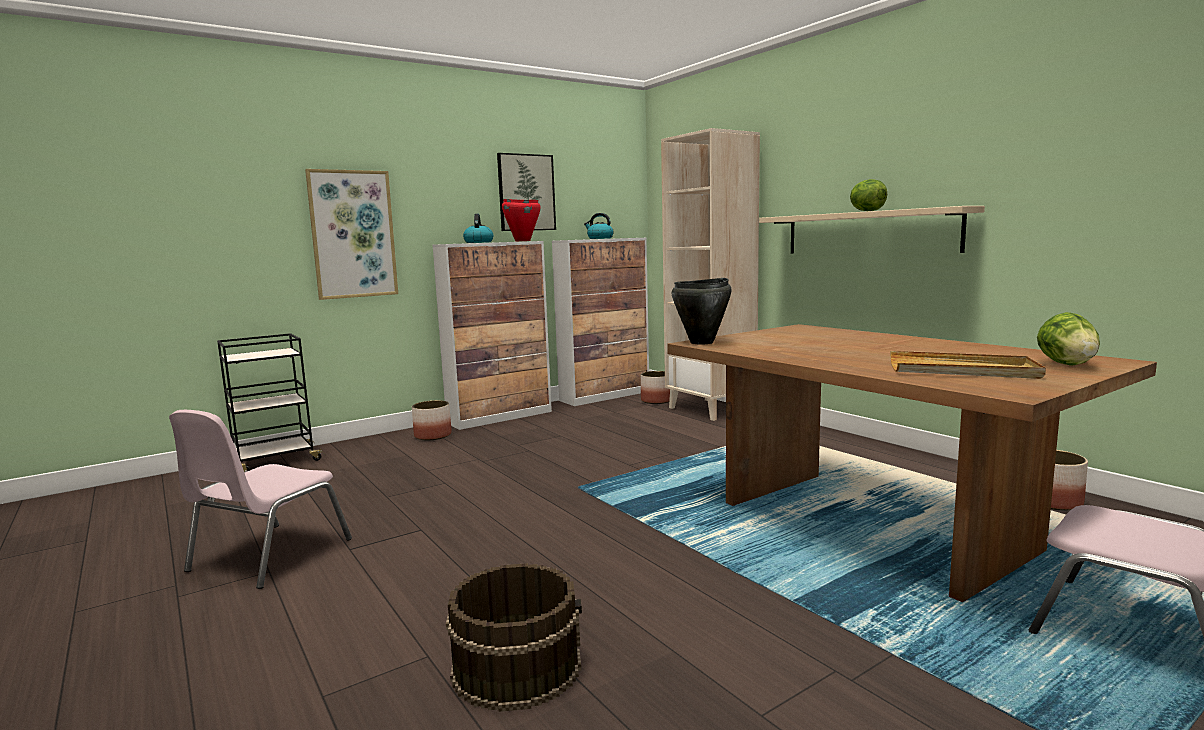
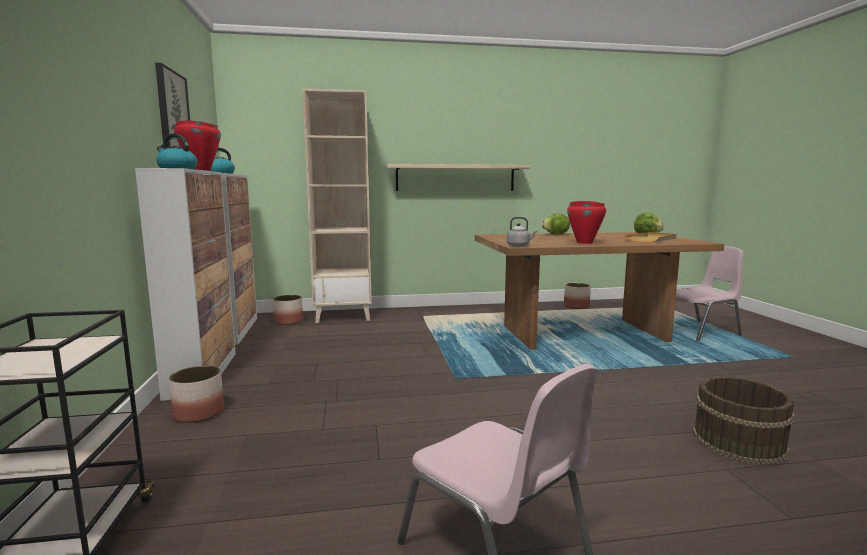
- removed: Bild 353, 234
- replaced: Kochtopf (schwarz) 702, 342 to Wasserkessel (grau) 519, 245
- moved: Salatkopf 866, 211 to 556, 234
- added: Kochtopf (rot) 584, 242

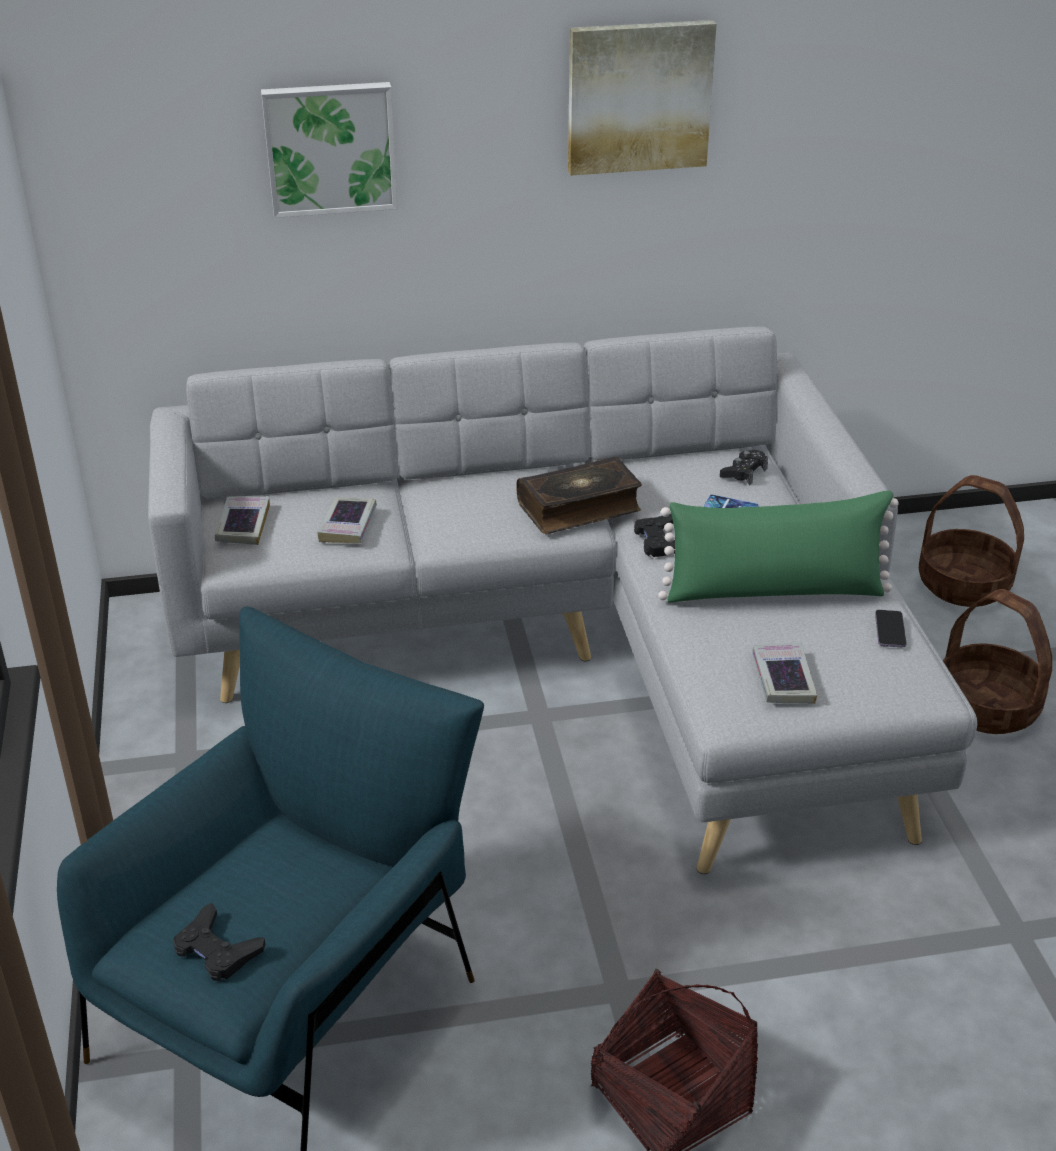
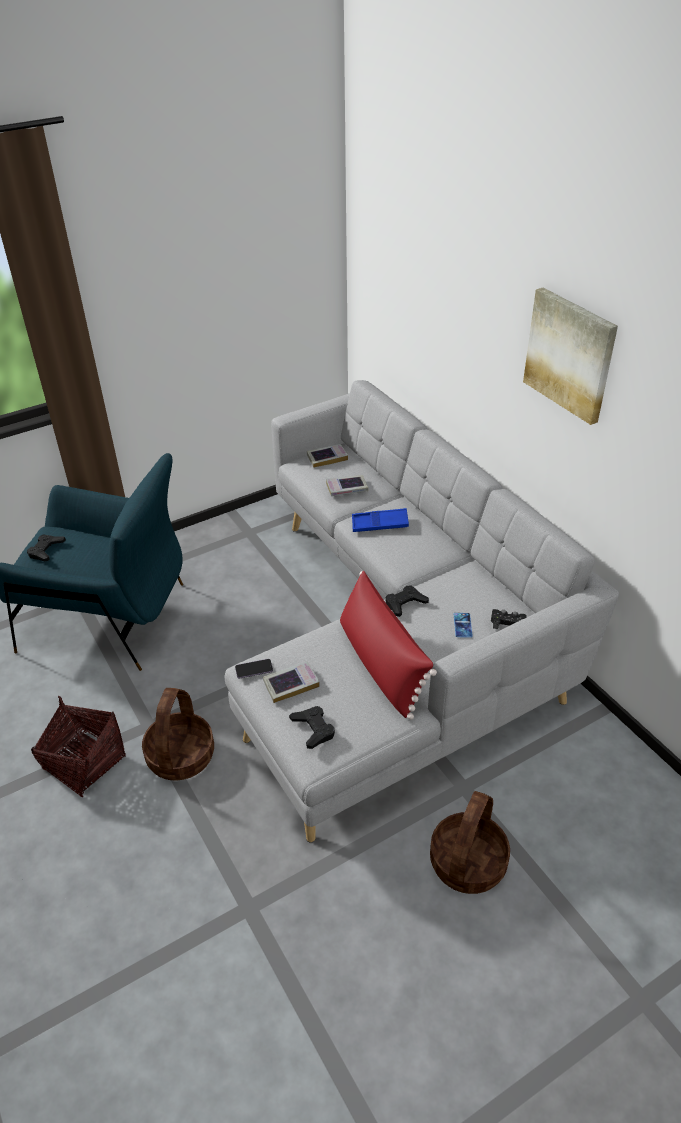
- removed: Bild 330, 148
- removed: Buch 579, 507
- recoloured: Kissen (grün) 774, 591 to Kissen (rot) 381, 664
- moved: Handy 890, 630 to 254, 669
- moved: Korb 964, 584 to 181, 756
- added: Gamepad (schwarz) 313, 729
- added: Tablett (blau) 380, 524

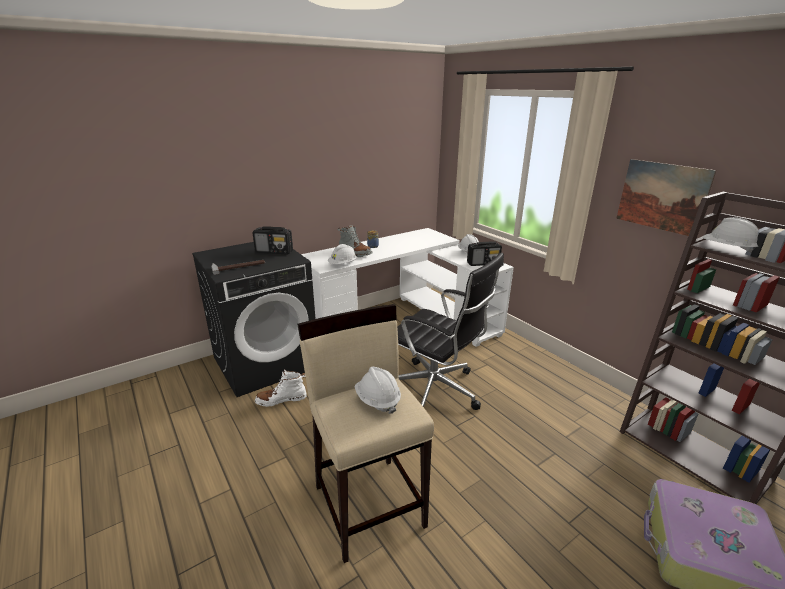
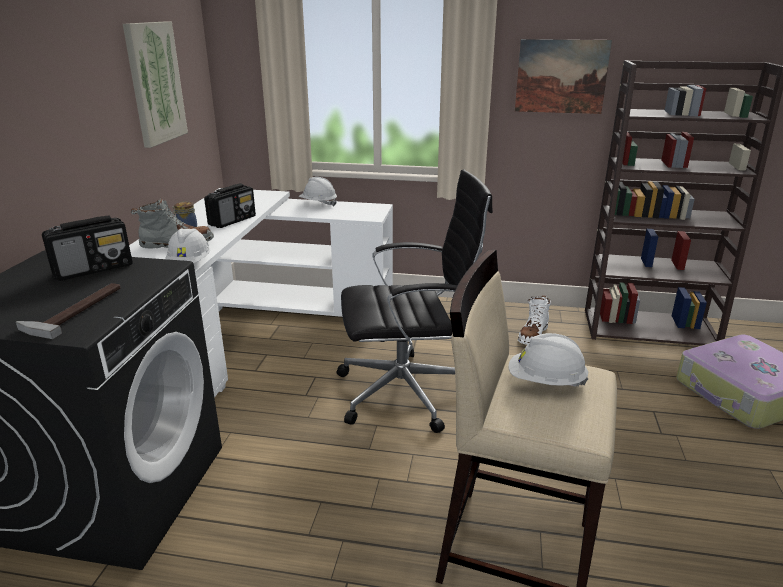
- moved: Stiefel (weiß) 281, 399 to 533, 335
- moved: Radio 483, 263 to 232, 220
- removed: Schutzhelm (weiß) 727, 249
- added: Bild 155, 83

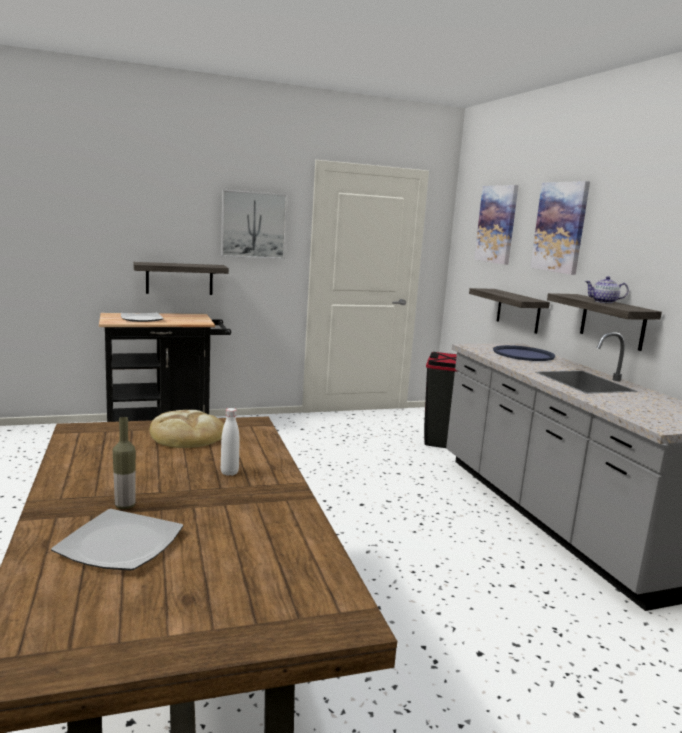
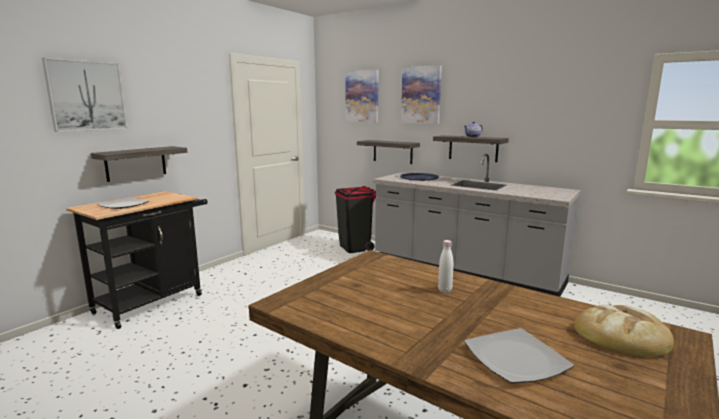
- removed: Flasche 125, 506
- moved: Brot 186, 435 to 622, 335
- moved: Bild 253, 225 to 86, 96

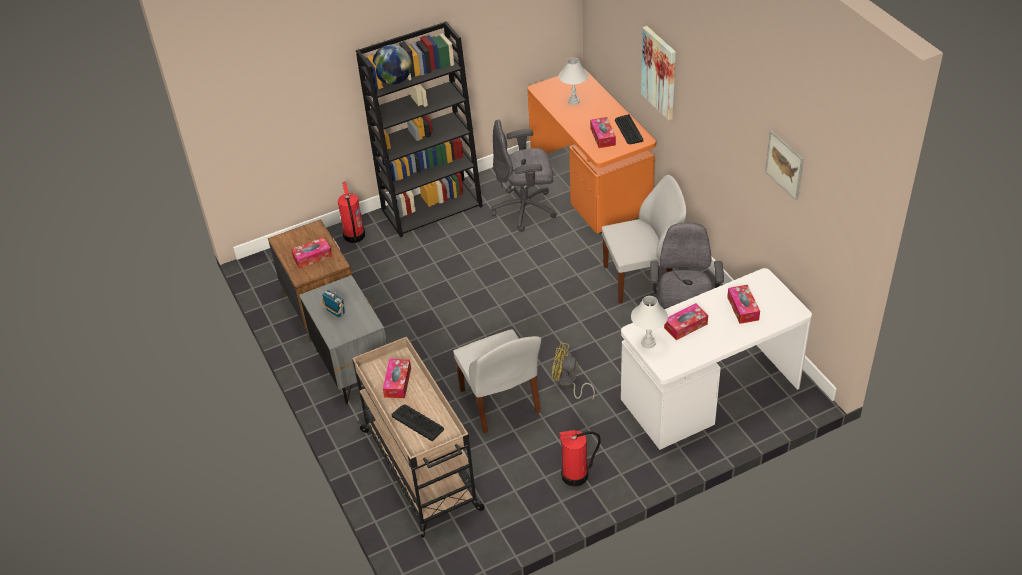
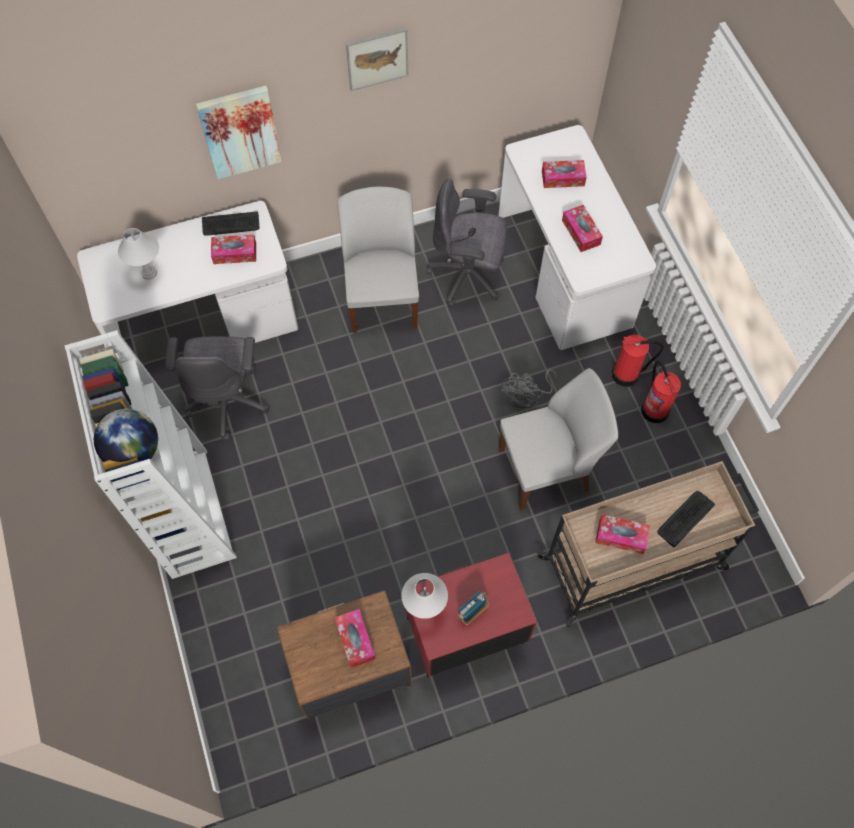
- recoloured: Nachttisch (grau) 353, 368 to Nachttisch (rot) 465, 632
- moved: Feuerlöscher 354, 236 to 626, 374
- recoloured: Bücherregal (schwarz) 432, 207 to Bücherregal (weiß) 188, 512
- recoloured: Schreibtisch (orange) 591, 185 to Schreibtisch (weiß) 205, 322
- recoloured: Ventilator (gelb) 568, 383 to Ventilator (grau) 527, 397
- moved: Tischlampe (weiß) 648, 343 to 425, 608
- moved: Bild 785, 164 to 377, 59

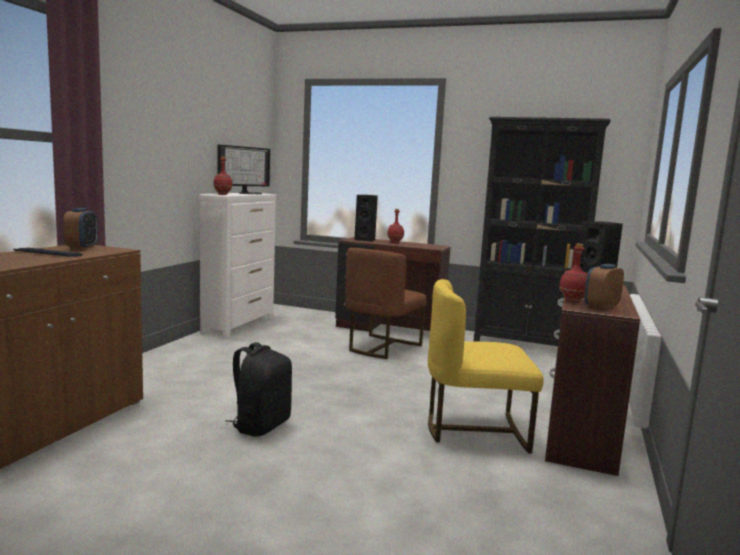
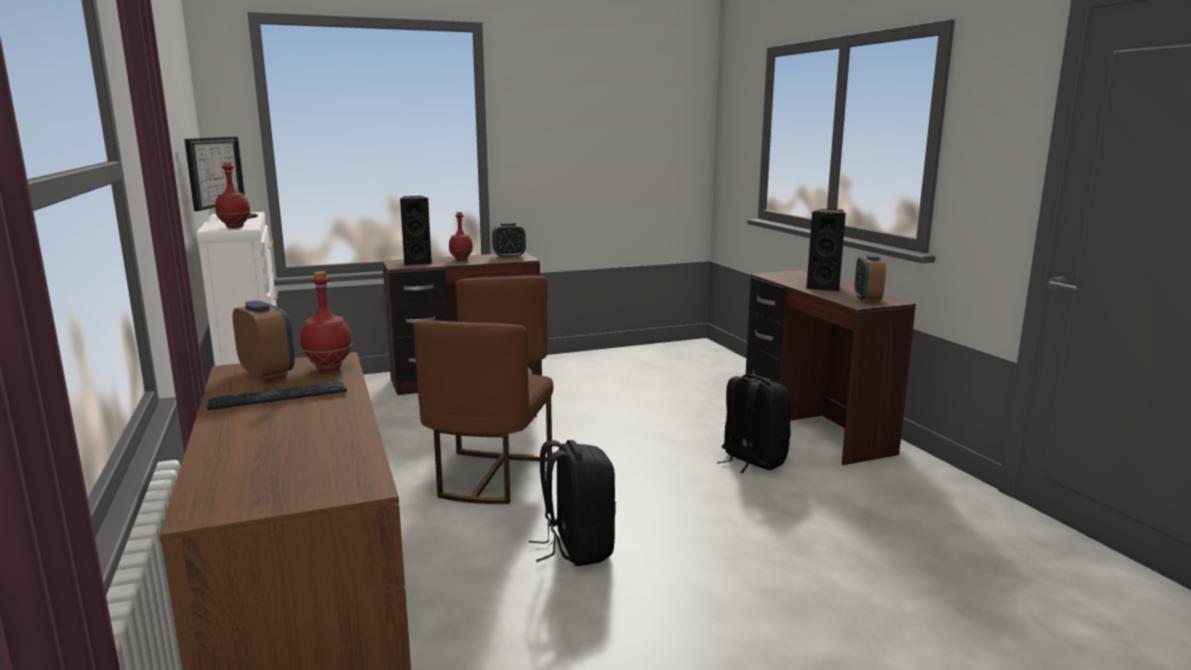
- replaced: Stuhl (gelb) 475, 430 to Rucksack (schwarz) 752, 460
- removed: Bücherregal (schwarz) 526, 345
- moved: Flasche (rot) 573, 302 to 329, 368
- added: Stuhl (braun) 489, 477
- added: Wecker 509, 256

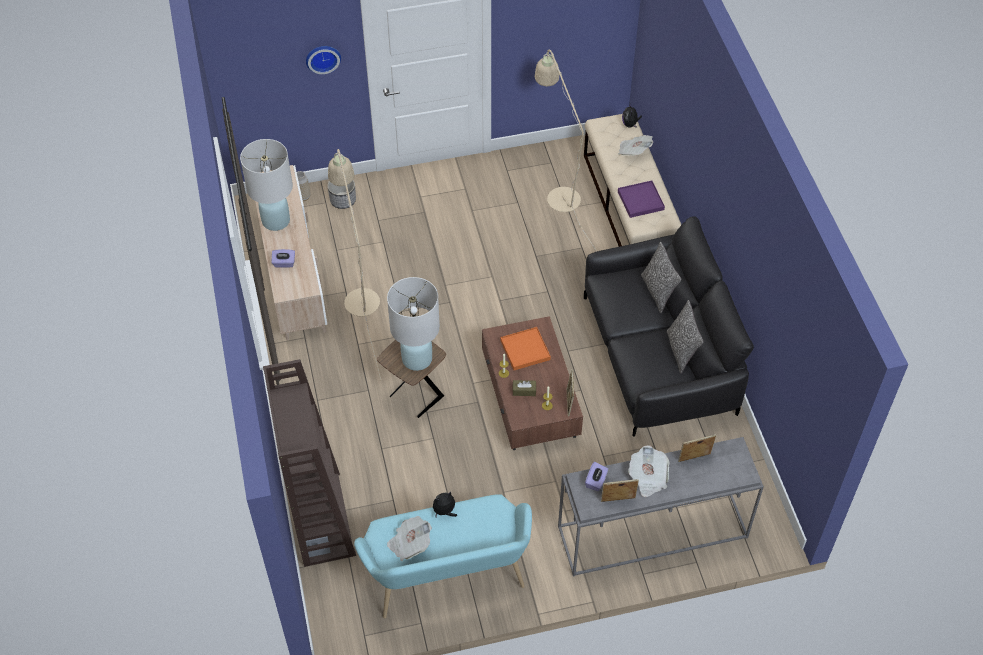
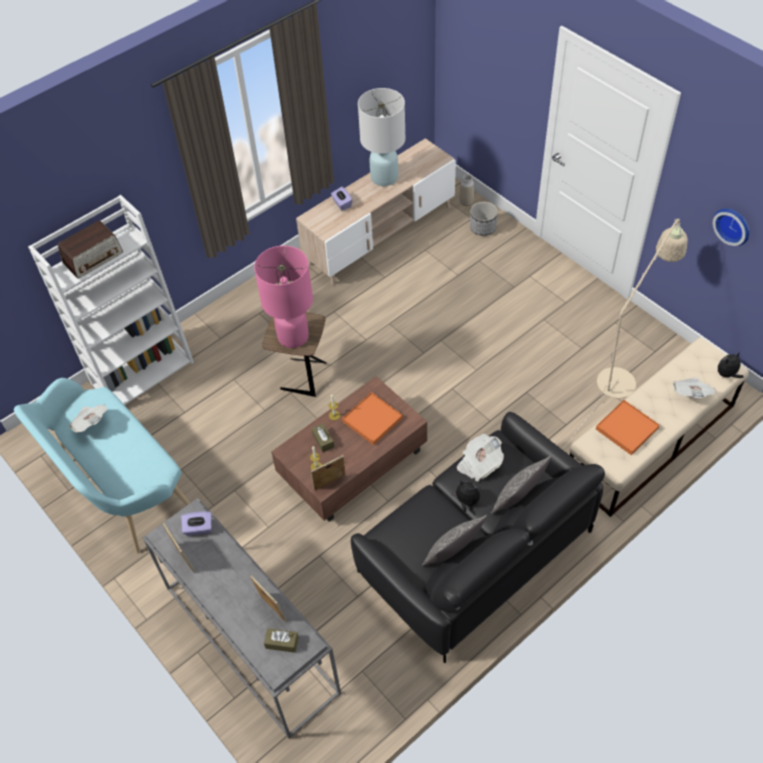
- recoloured: Bücherregal (braun) 320, 517 to Bücherregal (weiß) 142, 371
- moved: Wanduhr 322, 57 to 733, 225
- removed: Stehlampe (beige) 359, 294
- recoloured: Tischlampe (weiß) 417, 359 to Tischlampe (rosa) 293, 337
- moved: Plüschtier 445, 511 to 466, 501
- recoloured: Tablett (lila) 640, 200 to Tablett (orange) 627, 429
- moved: Zeitung 648, 478 to 479, 464
- added: Radio 93, 258
- added: Taschentuchbox (braun) 282, 643

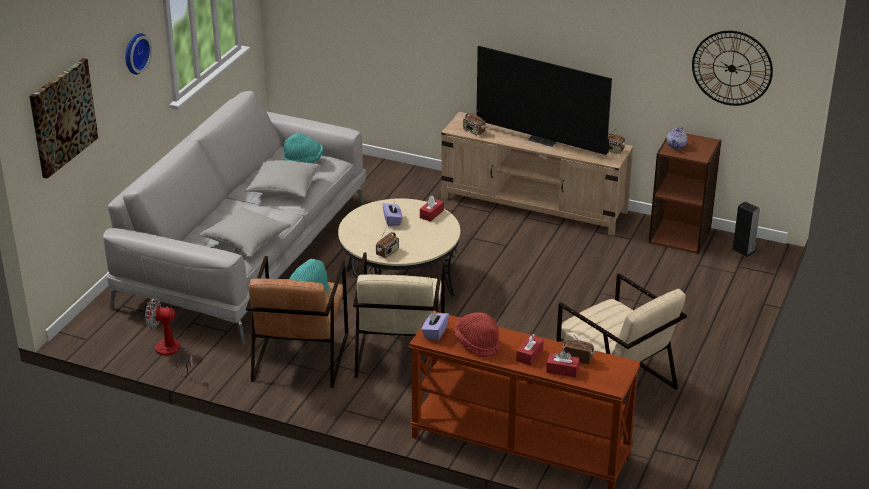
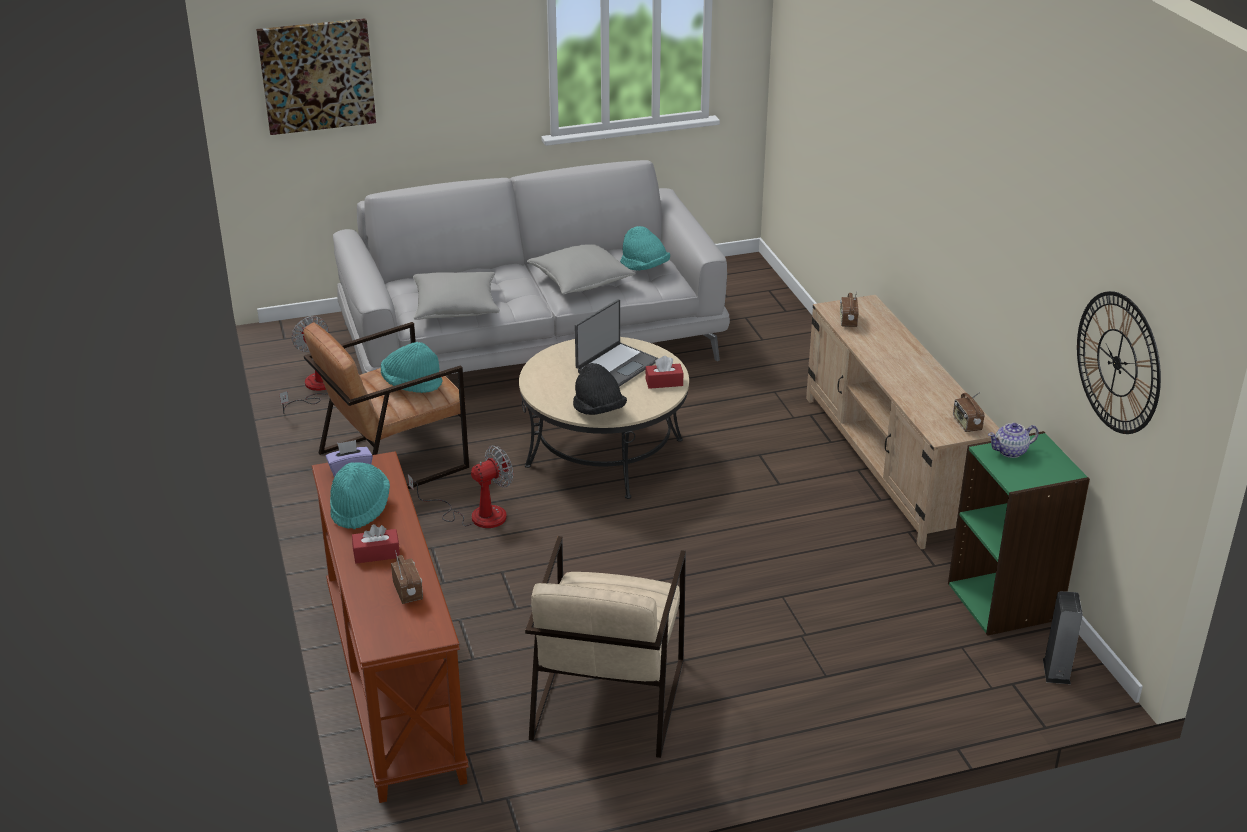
- removed: Wanduhr 135, 53
- replaced: Sessel (beige) 399, 352 to Ventilator 476, 515
- removed: Radio 387, 253
- replaced: Taschentuchbox (lila) 392, 220 to Laptop 616, 366
- recoloured: Hut (rot) 477, 344 to Hut (türkis) 360, 508
- removed: Fernseher 544, 139
- removed: Taschentuchbox (rot) 562, 370
- recoloured: Bücherregal (braun) 680, 235 to Bücherregal (grün) 1005, 601
- added: Hut (schwarz) 598, 410

